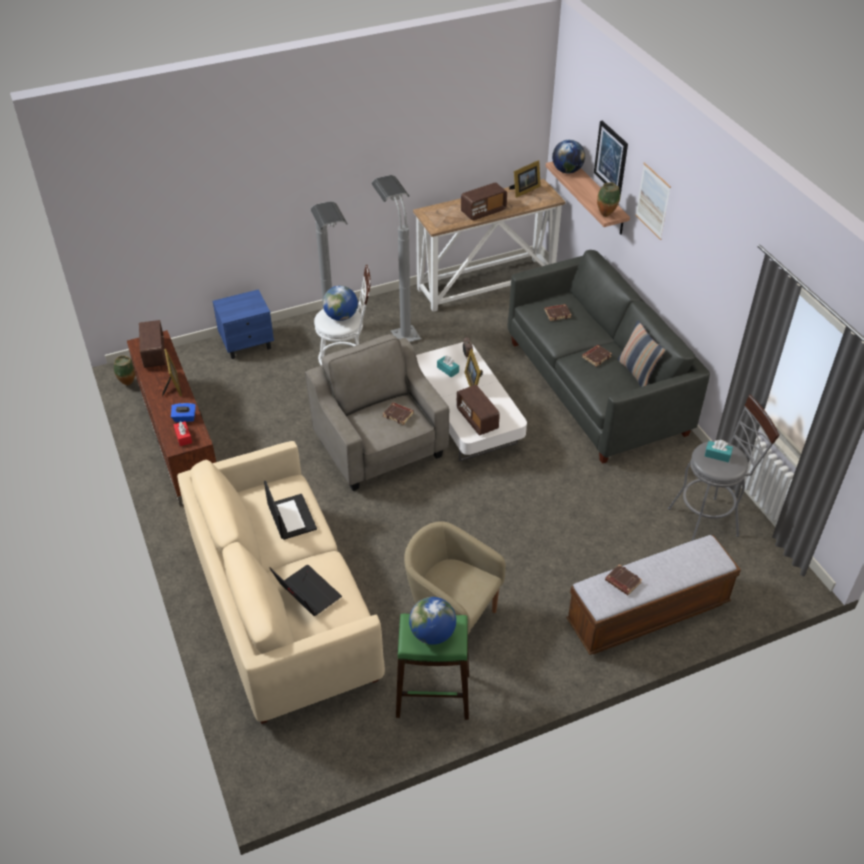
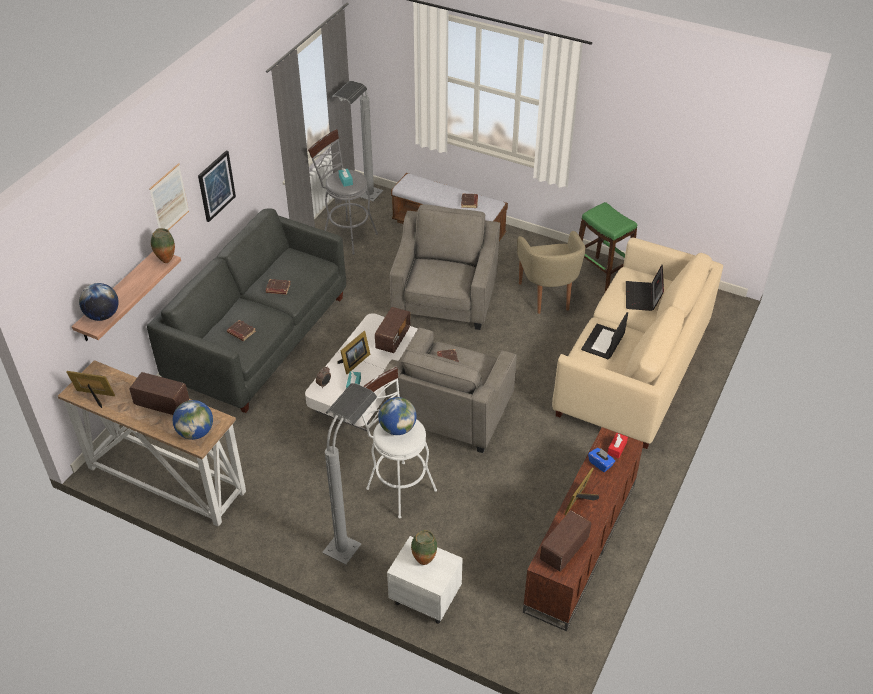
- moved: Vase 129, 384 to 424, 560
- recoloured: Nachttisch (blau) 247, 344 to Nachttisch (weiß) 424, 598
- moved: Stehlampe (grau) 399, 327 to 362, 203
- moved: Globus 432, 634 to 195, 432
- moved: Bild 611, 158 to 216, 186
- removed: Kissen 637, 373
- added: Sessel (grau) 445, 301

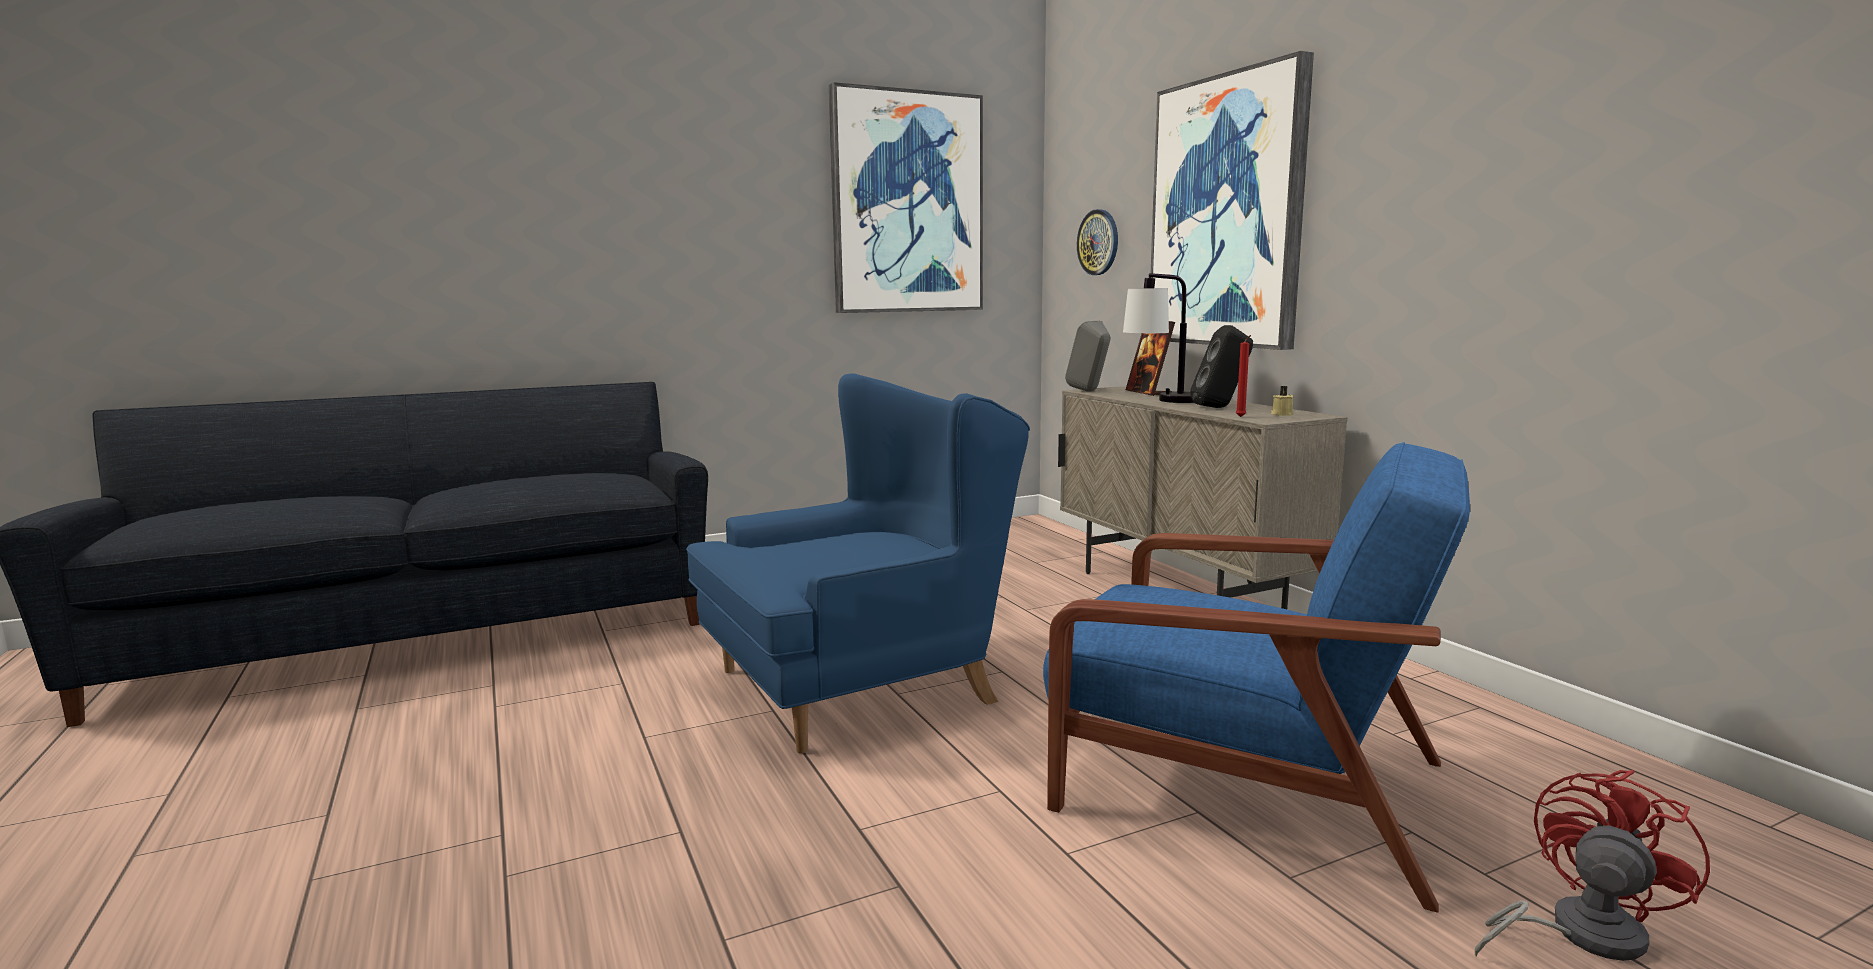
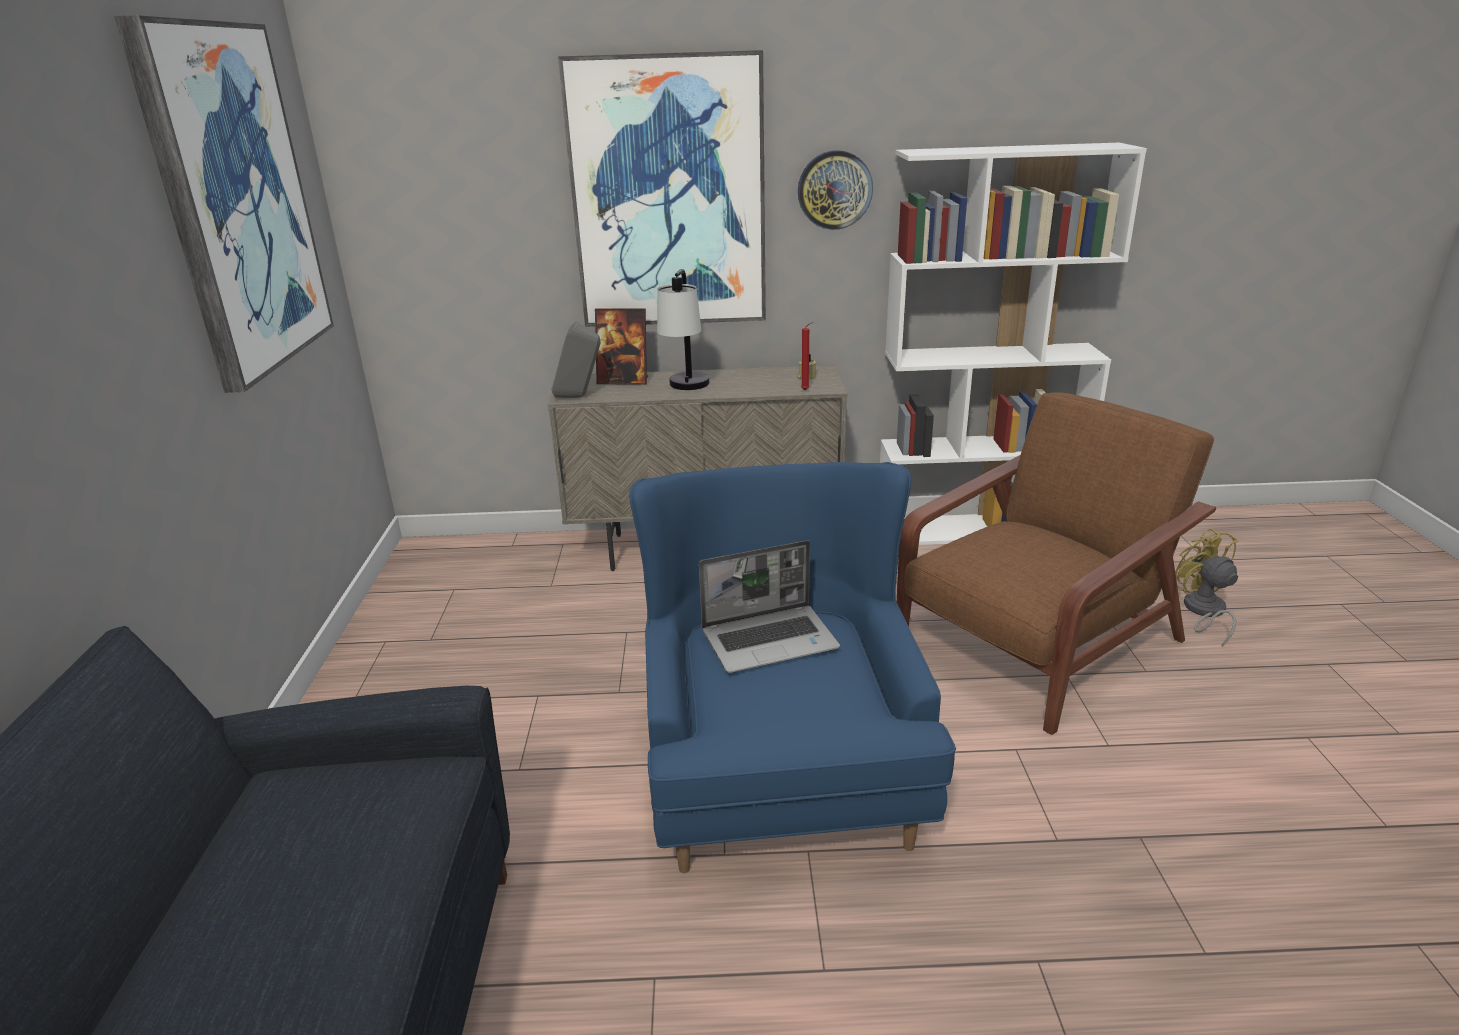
- recoloured: Sessel (blau) 1241, 783 to Sessel (braun) 1035, 644
- moved: Wanduhr 1098, 242 to 834, 190
- removed: Lautsprecher (schwarz) 1220, 407
- recoloured: Ventilator (rot) 1578, 934 to Ventilator (gelb) 1203, 612
- added: Laptop 770, 640
- added: Bücherregal (weiß) 977, 529

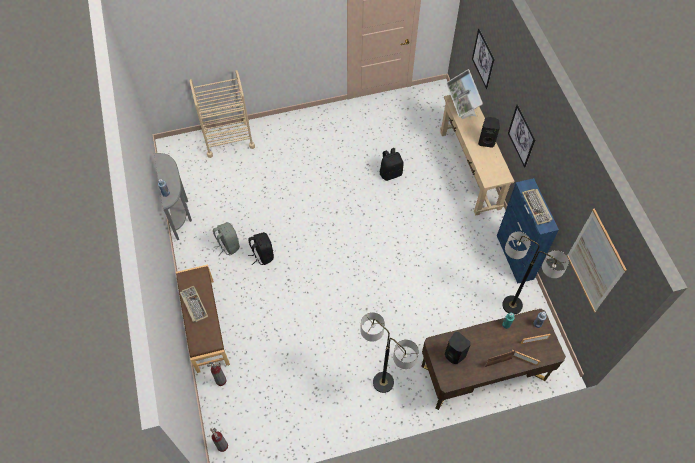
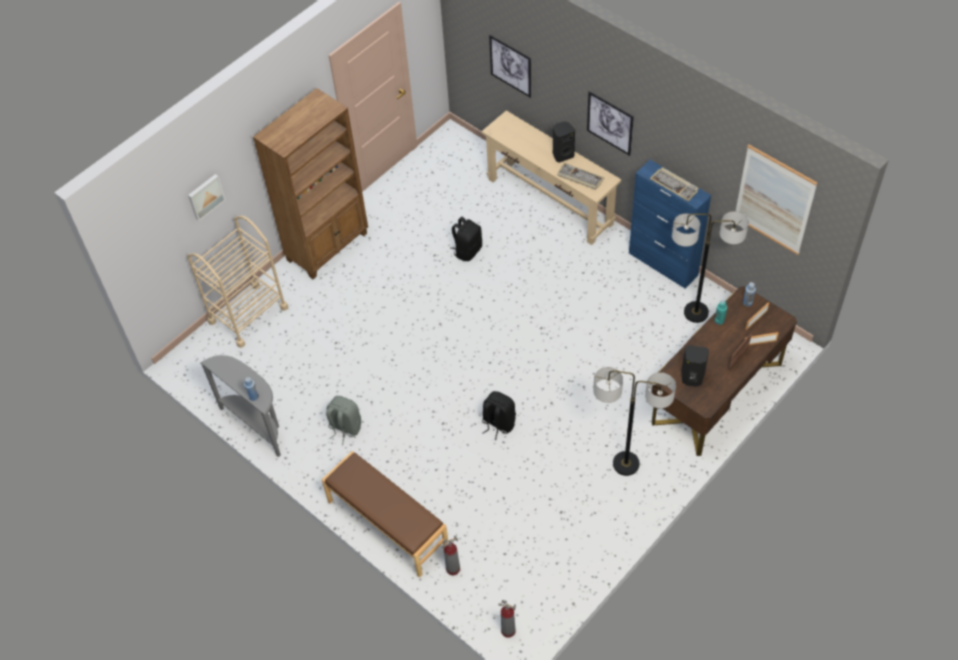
- moved: Tastatur 193, 304 to 579, 177
- moved: Rucksack (schwarz) 262, 255 to 498, 424
- removed: Monitor 461, 112
- added: Bild 205, 196
- added: Bücherregal (braun) 328, 246

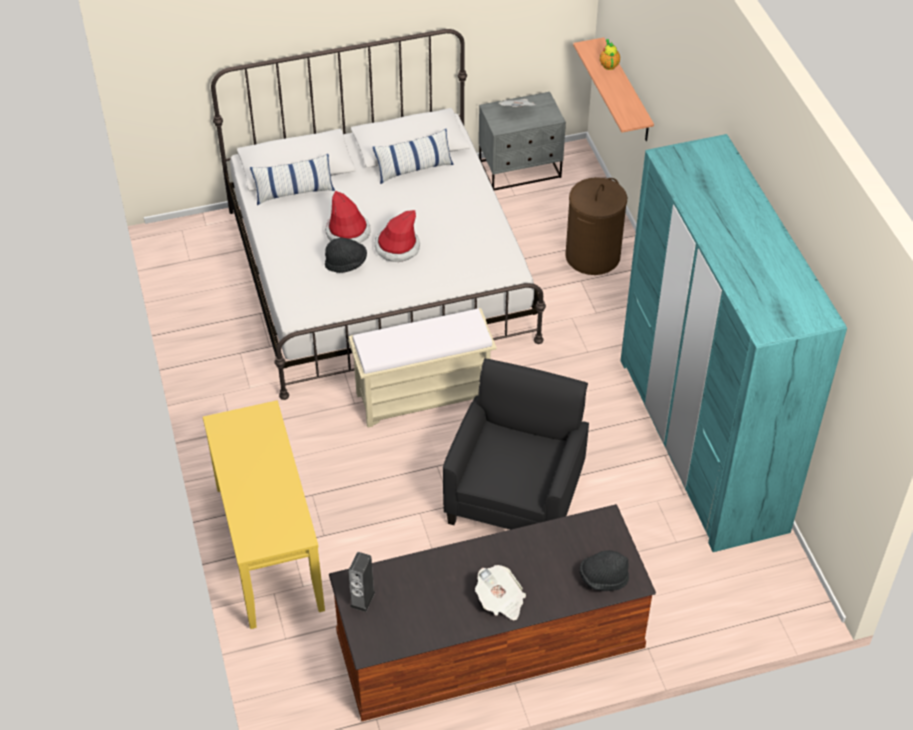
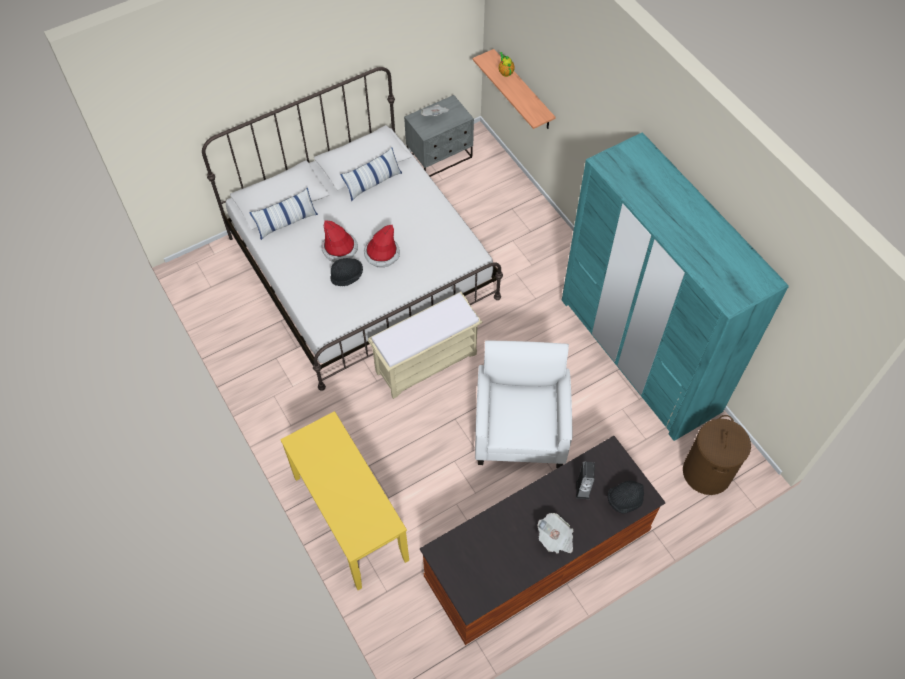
- moved: Lautsprecher 362, 599 to 582, 489
- recoloured: Sessel (schwarz) 515, 495 to Sessel (weiß) 520, 429
- moved: Wäschekorb (braun) 592, 256 to 707, 472

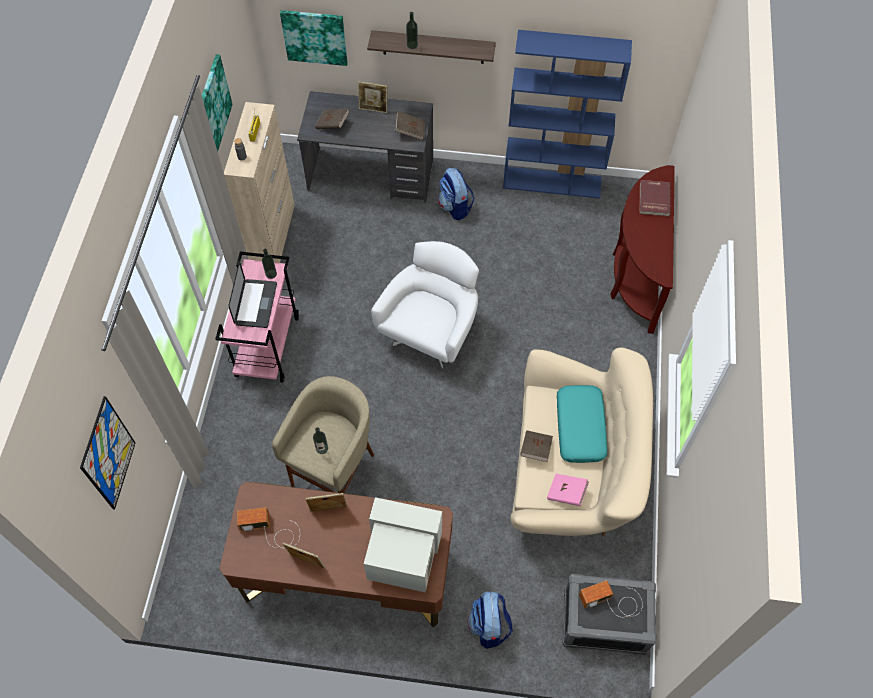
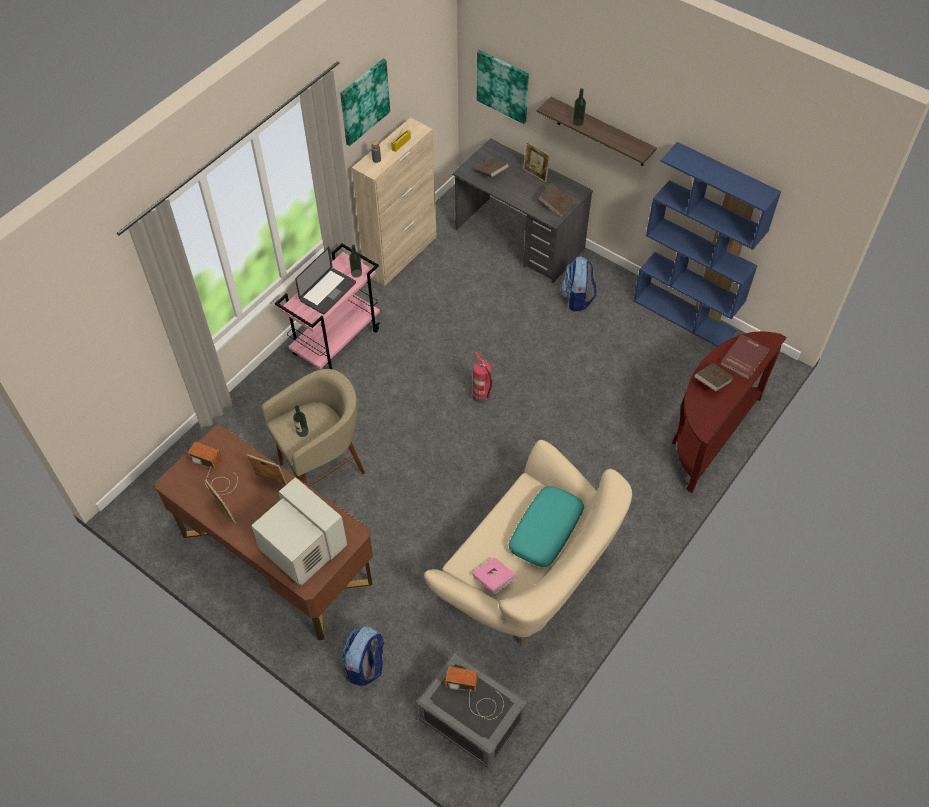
- removed: Bild 108, 454
- replaced: Sessel (weiß) 431, 334 to Feuerlöscher 482, 396
- moved: Buch (braun) 535, 449 to 712, 382

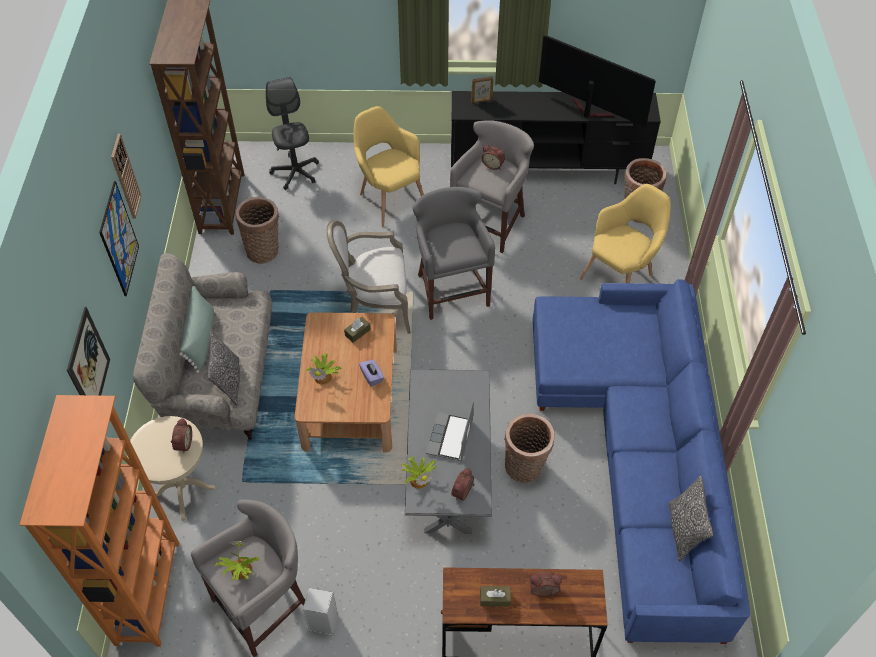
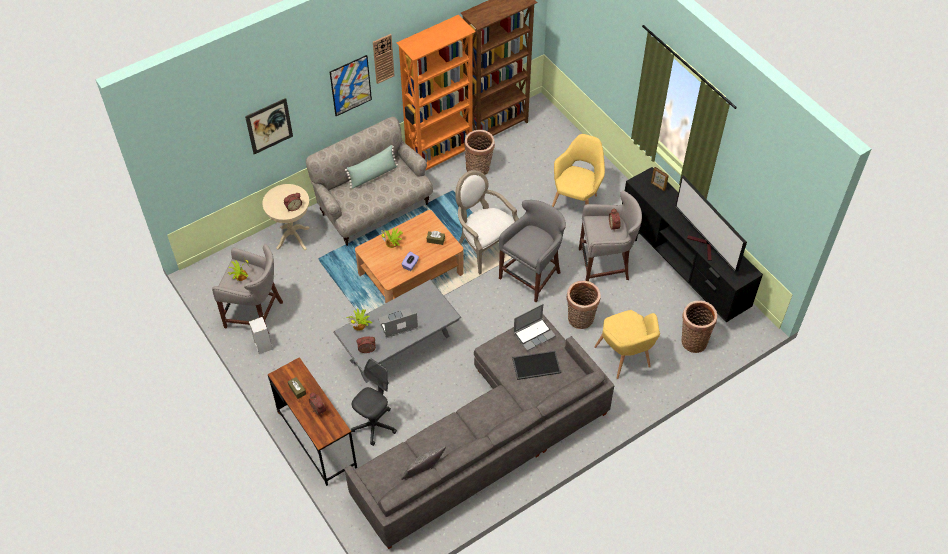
- moved: Bücherregal (orange) 149, 591 to 440, 156
- removed: Kissen 229, 382
- moved: Bürostuhl (grau) 295, 172 to 374, 425
- moved: Korb 525, 468 to 580, 320
- recoloured: Sofa (blau) 637, 451 to Sofa (grau) 489, 438
- turned: Fernseher 588, 111 = 704, 246 150 degrees clockwise
- turned: Sessel (gelb) 621, 275 = 625, 359 60 degrees clockwise
- added: Tablett 536, 366
- added: Laptop 534, 334

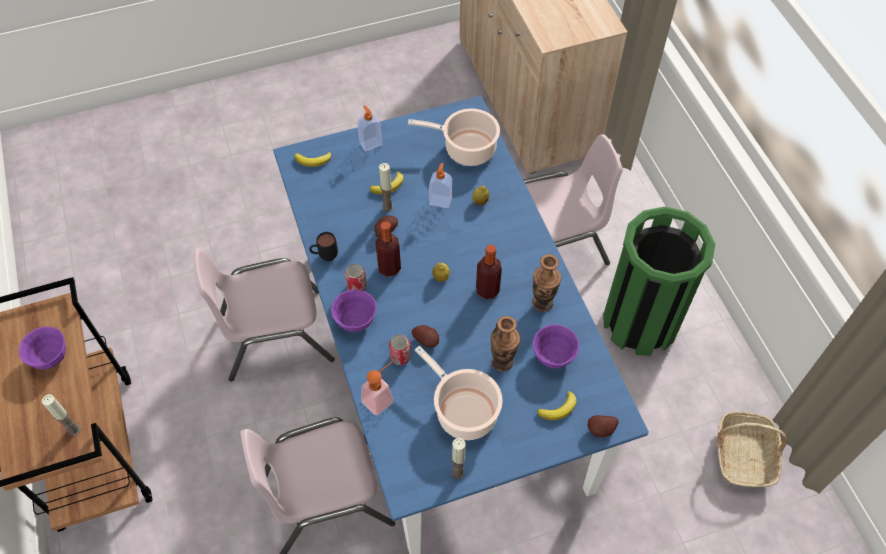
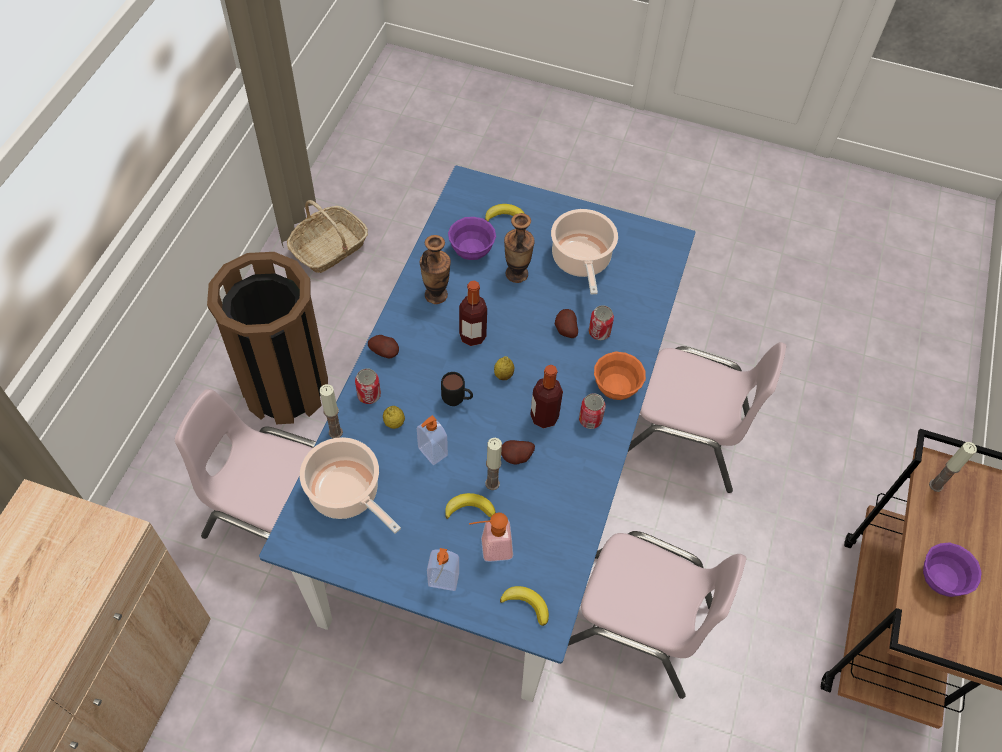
- moved: Henkelbecher (schwarz) 324, 256 to 457, 401
- recoloured: Schüssel (lila) 355, 321 to Schüssel (orange) 616, 388
- moved: Seifenspender 381, 398 to 490, 548
- moved: Kerze 457, 472 to 335, 432
- moved: Kartoffel 601, 431 to 385, 352
- recoloured: Mülleimer (grün) 640, 322 to Mülleimer (braun) 286, 387
- added: Dose 369, 395

